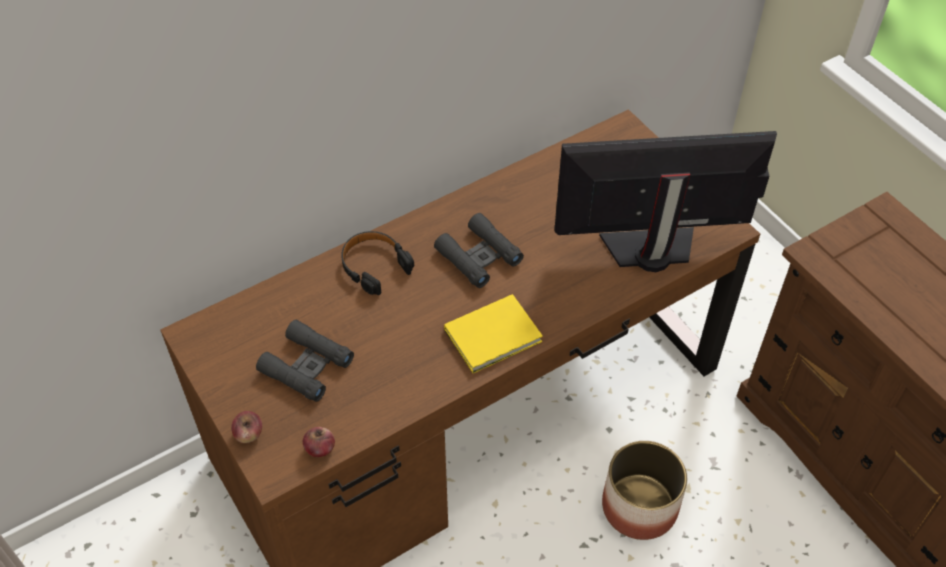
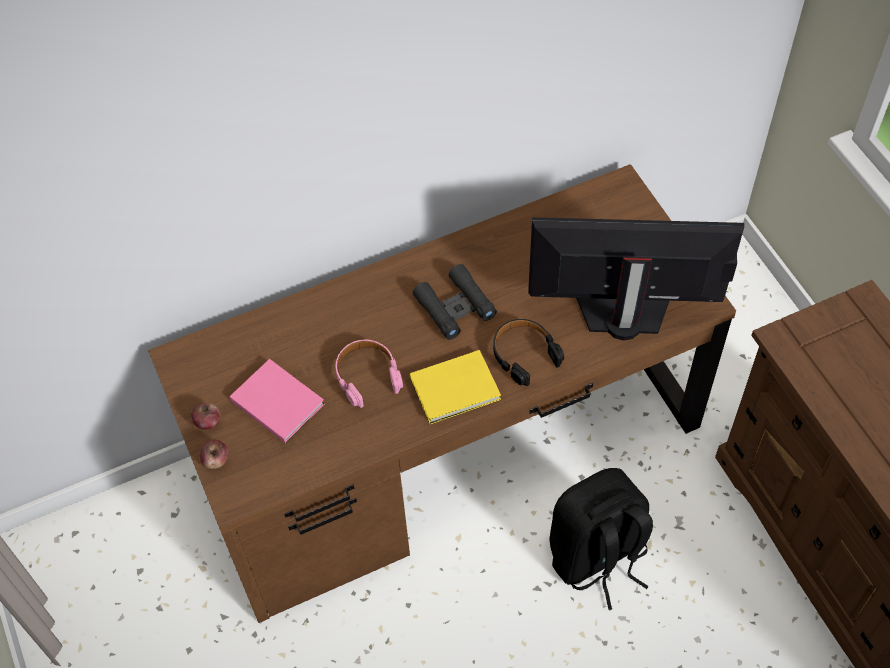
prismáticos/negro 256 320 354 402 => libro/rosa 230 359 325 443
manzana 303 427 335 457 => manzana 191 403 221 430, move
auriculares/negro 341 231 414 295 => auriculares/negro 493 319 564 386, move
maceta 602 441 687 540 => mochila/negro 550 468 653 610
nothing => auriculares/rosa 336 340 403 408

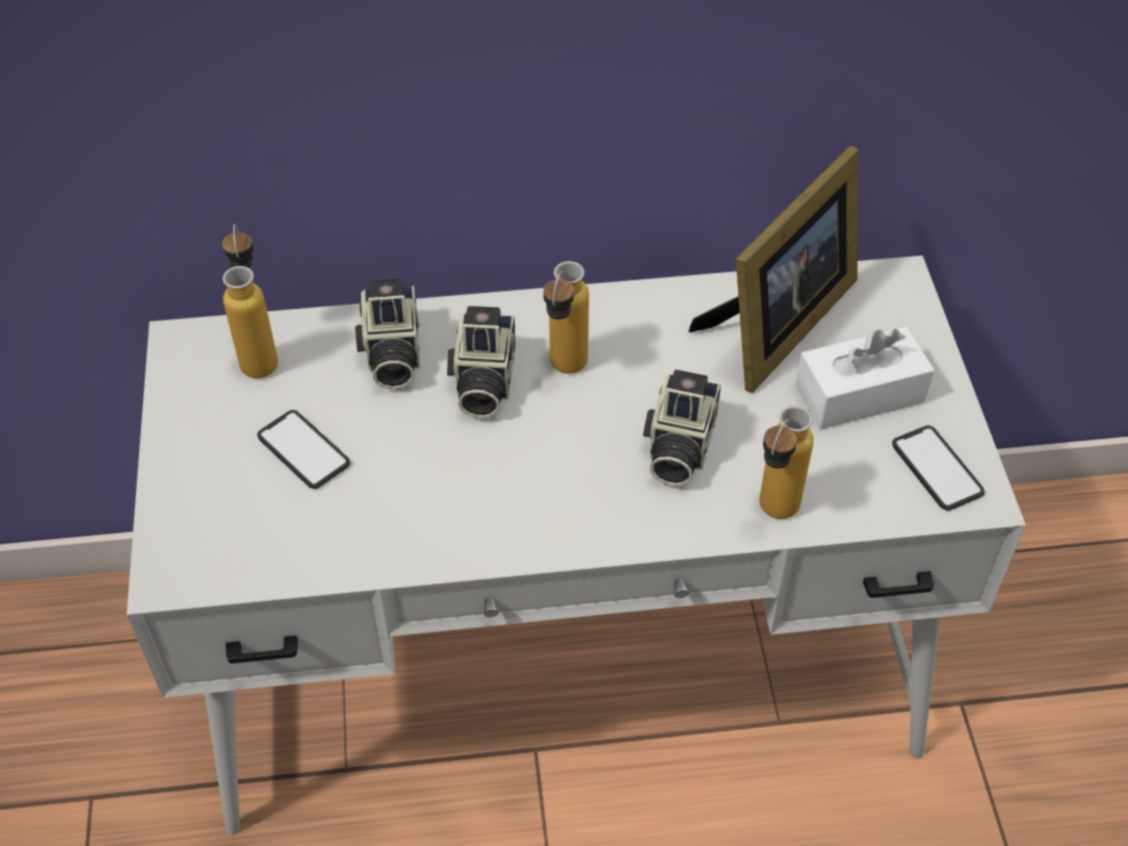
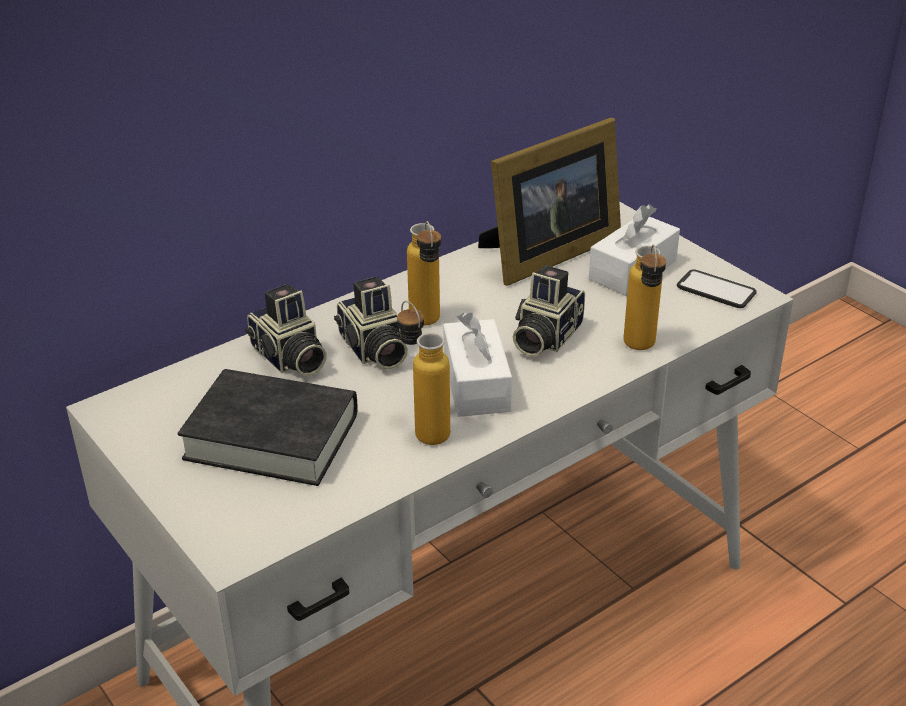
botella 222 224 278 378 => botella 397 301 450 445, move
móvil 257 410 350 489 => libro/negro 178 369 358 486
cámara 643 370 721 486 => cámara 513 265 585 356, 45 degrees clockwise
portarretratos 689 146 858 393 => portarretratos 478 118 621 286, 45 degrees clockwise
nothing => caja de pañuelos/blanco 443 312 512 417

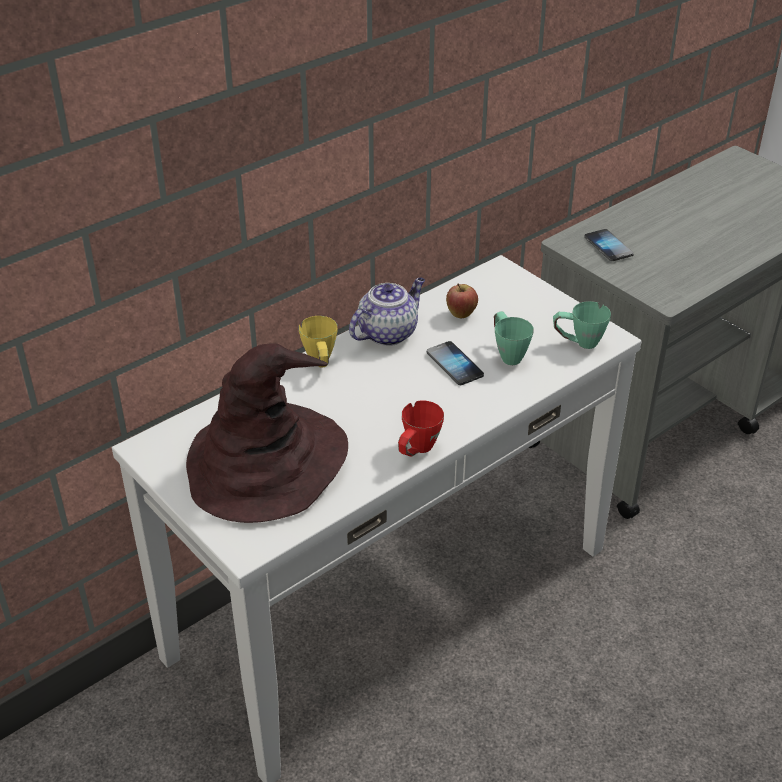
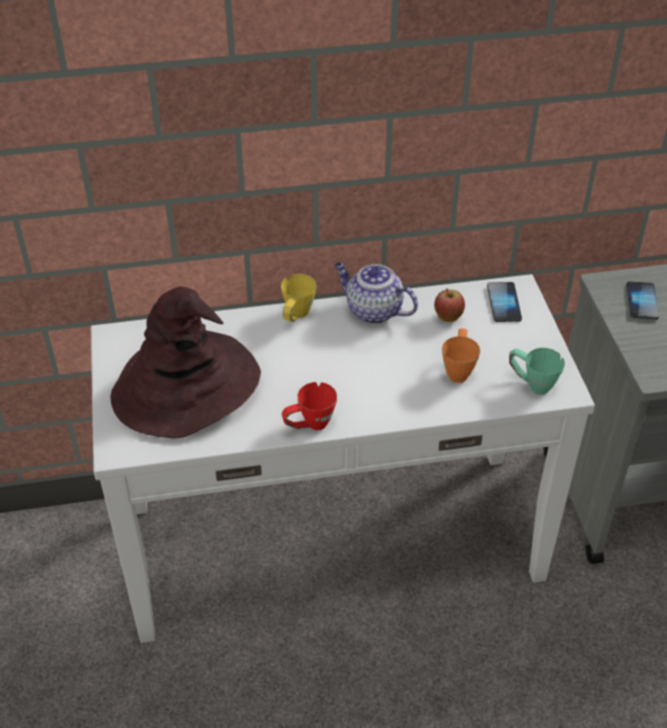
tetera 349 278 425 346 => tetera 334 263 418 324, 135 degrees counterclockwise
móvil 427 341 484 385 => móvil 487 282 522 322, move
taza grande/verde 494 311 534 365 => taza grande/naranja 442 329 480 383

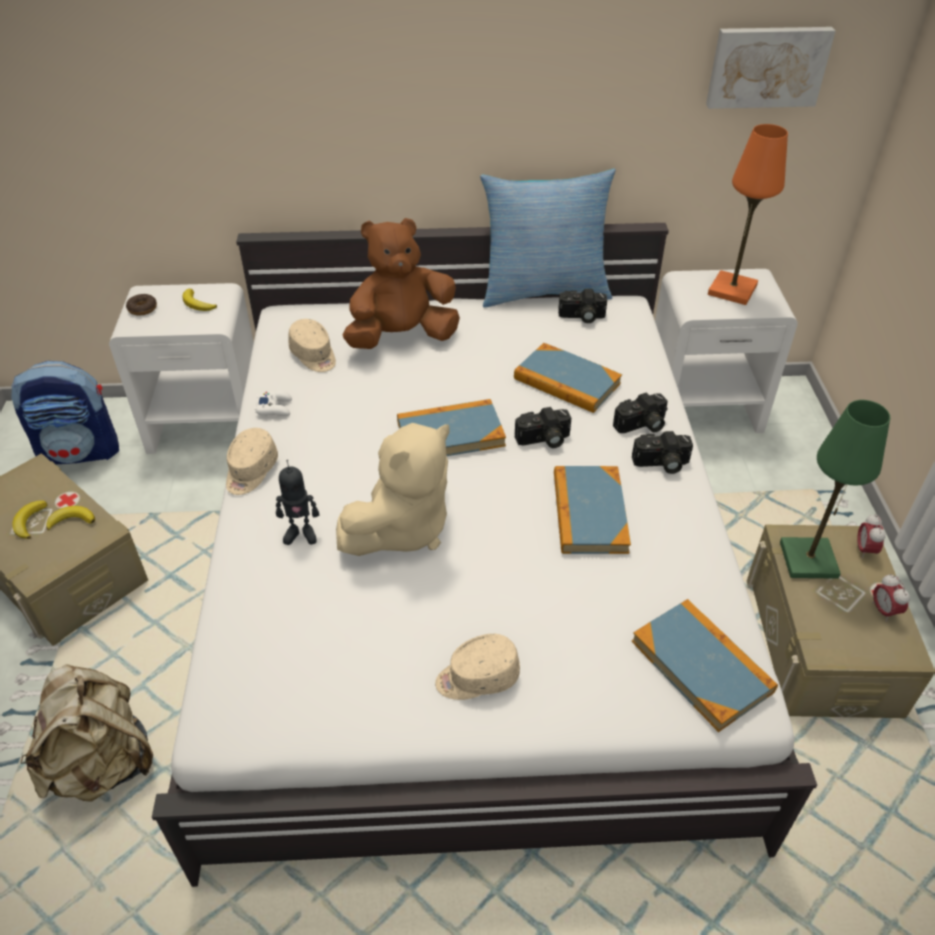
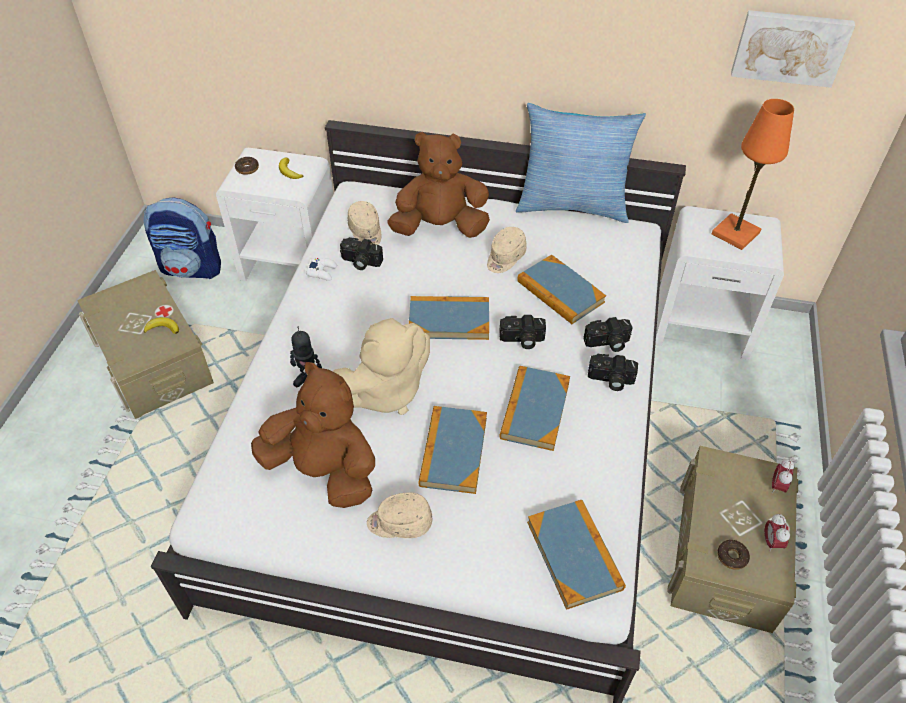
plátano 13 500 47 539 => nothing
mochila/beis 20 664 153 802 => nothing
gorra/beis 226 428 278 495 => gorra/beis 487 227 527 273, move
cámara 558 289 607 323 => cámara 340 237 383 270, move
lámpara de mesa/verde 780 400 890 579 => nothing
nothing => peluche/marrón 251 362 375 508
nothing => libro 418 406 487 494
nothing => rosquilla 718 540 750 570

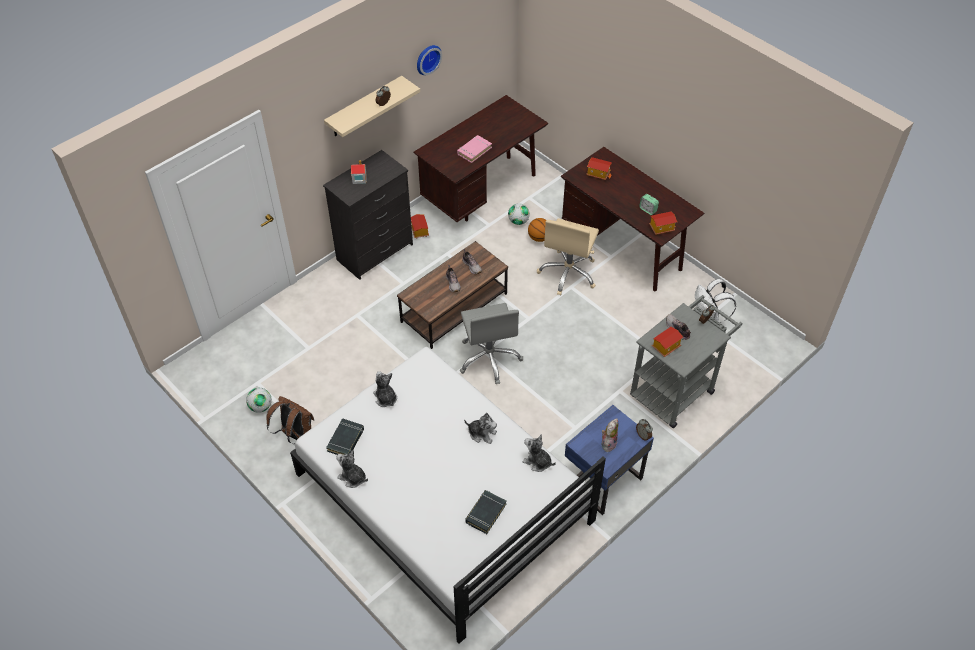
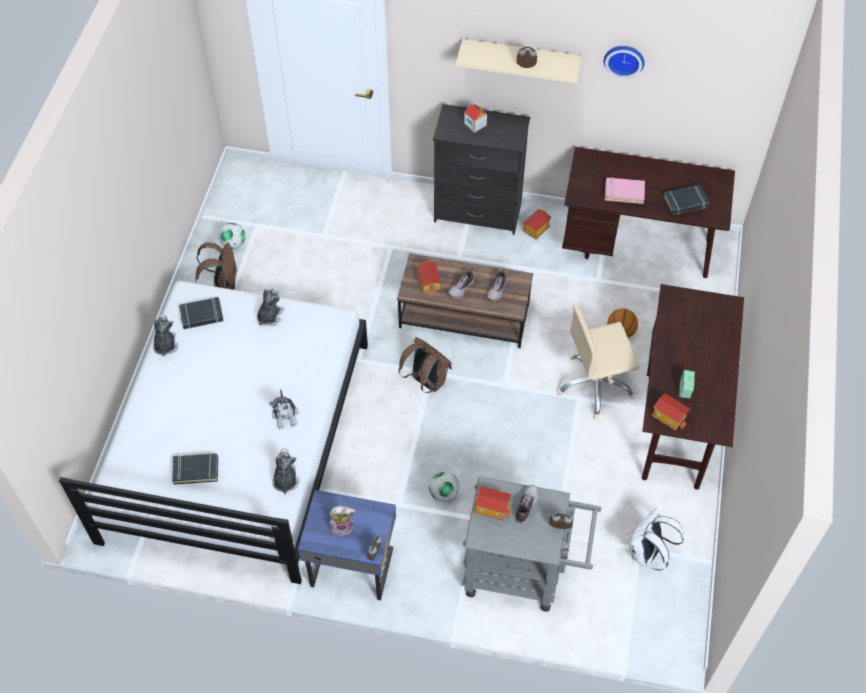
silla de oficina/gris 459 303 523 384 => mochila/marrón 399 337 452 393
balón de fútbol 508 203 530 225 => balón de fútbol 429 472 459 502, move
casita 586 157 612 180 => casita 417 262 441 296, move
nothing => libro/negro 663 185 709 215

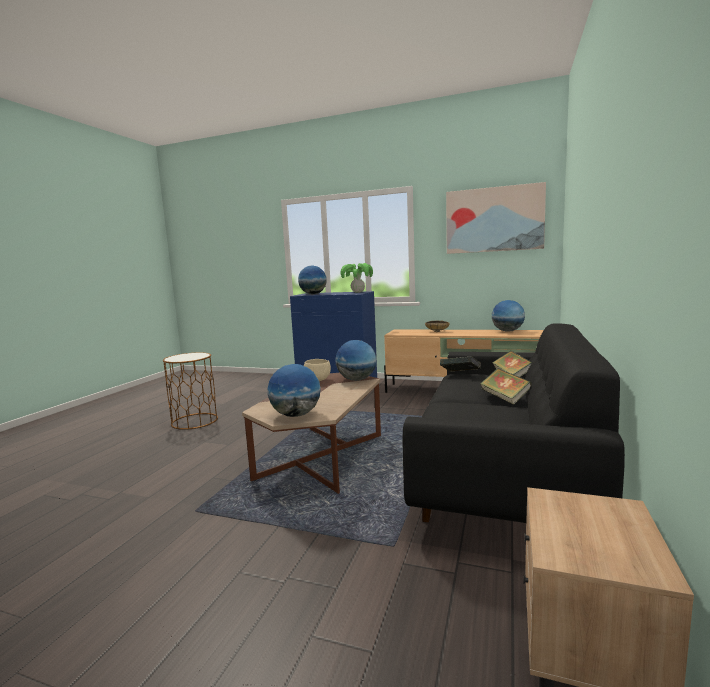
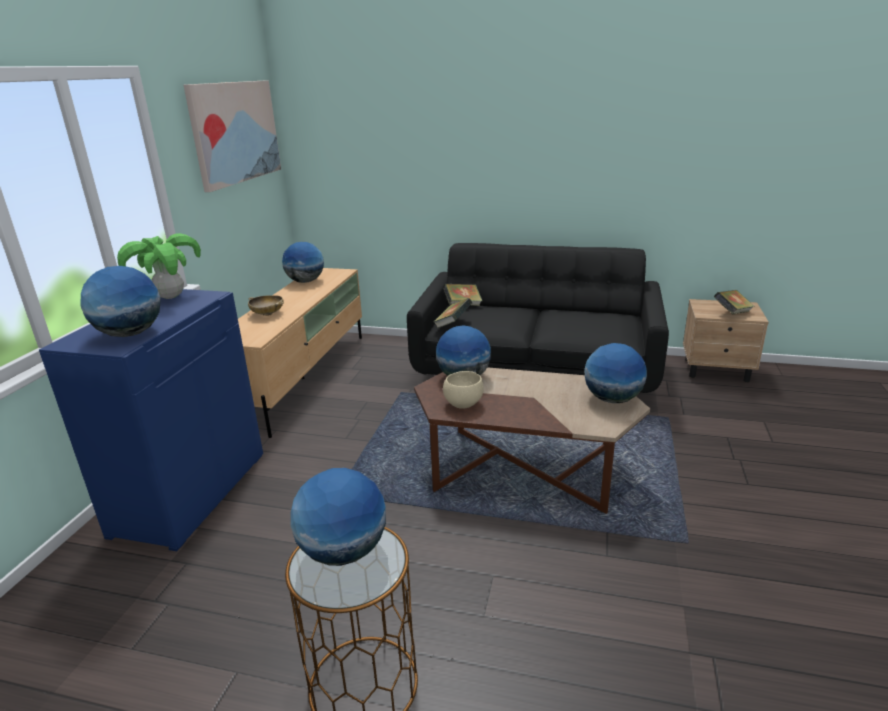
libro 480 368 532 405 => libro 714 290 755 314, move
nothing => globo terráqueo 290 468 386 566

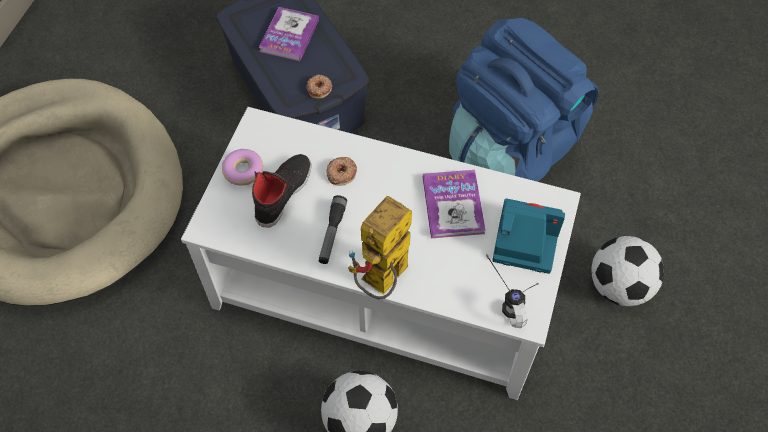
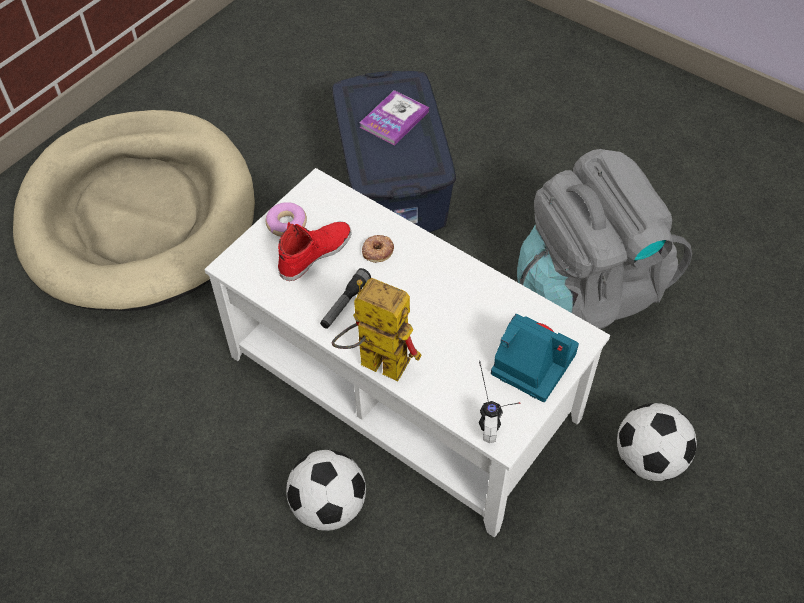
zapato/negro 252 154 311 228 => zapato/rojo 278 221 352 281
rosquilla 307 75 332 99 => nothing
robot de juguete 348 196 412 299 => robot de juguete 332 278 421 382, 60 degrees clockwise
libro 423 170 486 238 => nothing
mochila/azul 449 18 599 182 => mochila/gris 517 149 692 329

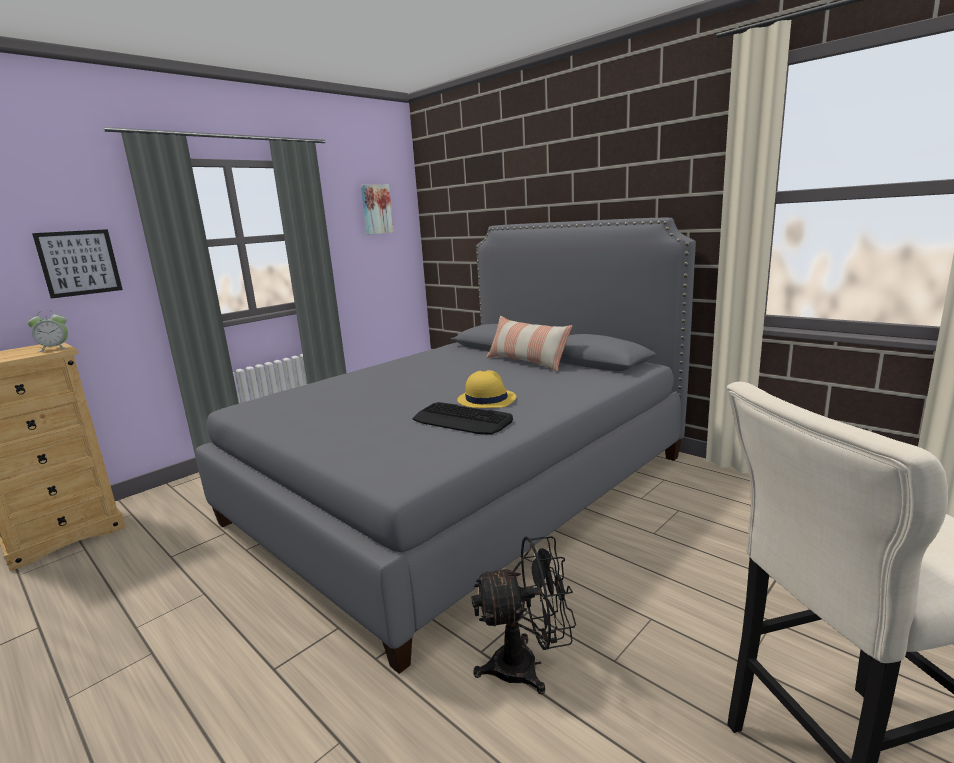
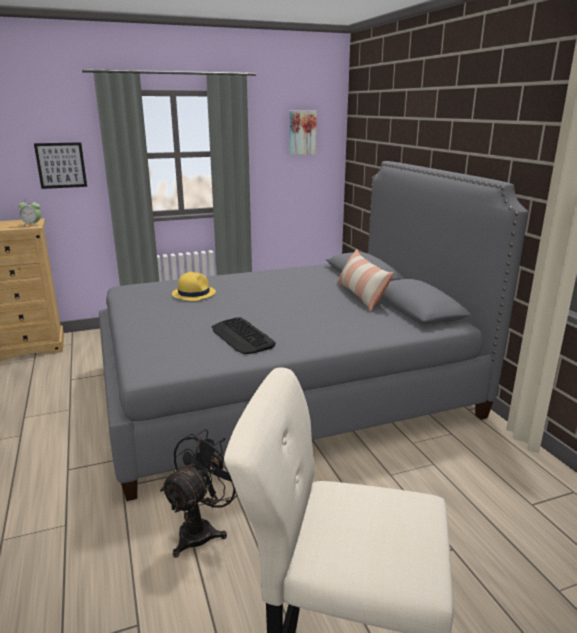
sombrero/amarillo 457 370 516 408 => sombrero/amarillo 172 272 216 301, move
ventilador/negro 471 536 576 694 => ventilador/negro 160 429 237 558, 75 degrees counterclockwise

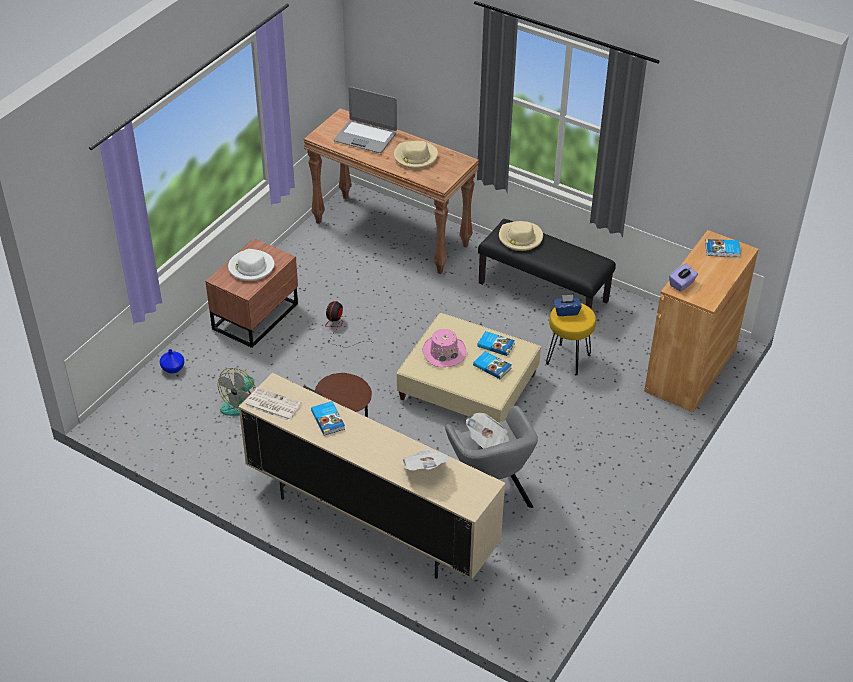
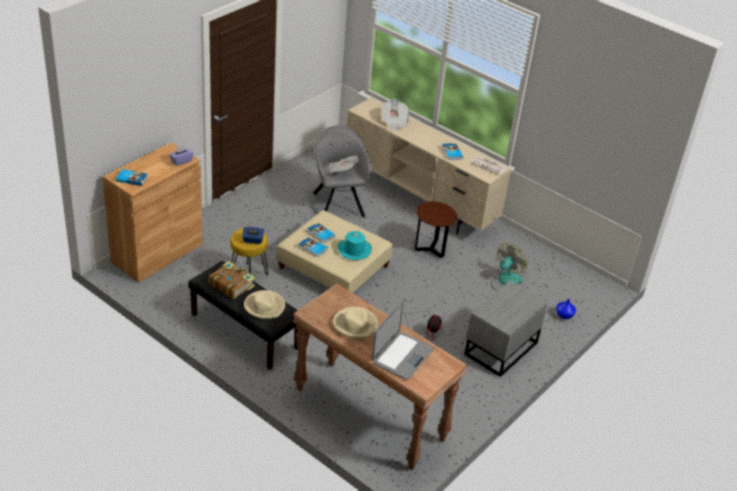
mesita de noche/marrón 205 239 298 348 => mesita de noche/gris 464 281 548 377
sombrero/blanco 228 249 274 281 => nothing
portátil 334 87 397 153 => portátil 372 301 434 380, 90 degrees clockwise
sombrero/rosa 422 329 466 367 => sombrero/turquesa 338 231 372 260
nothing => libro 209 261 255 299

